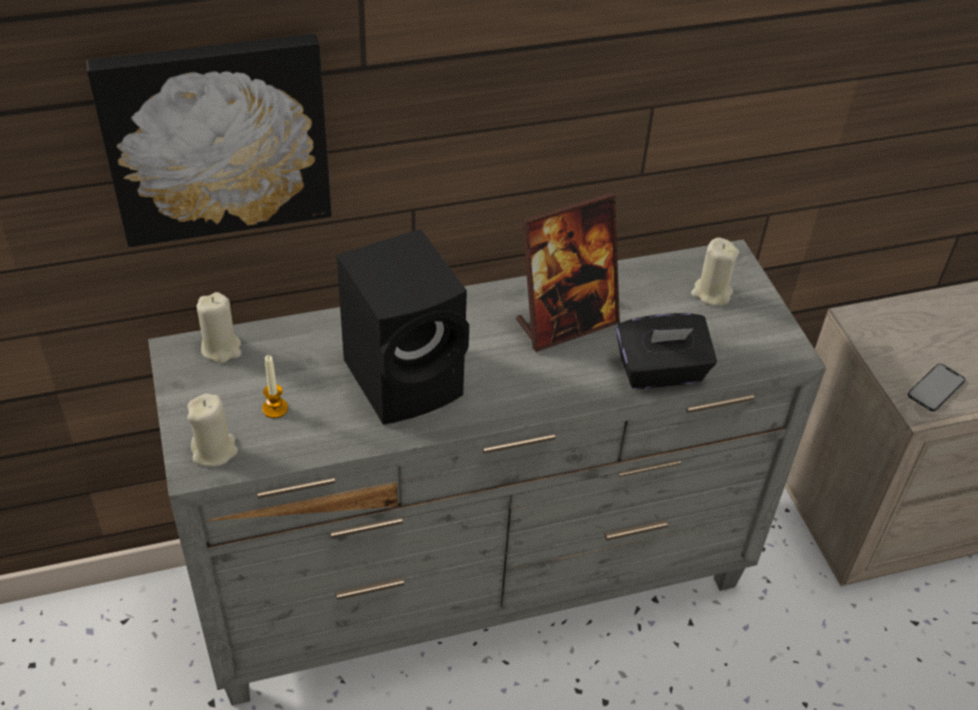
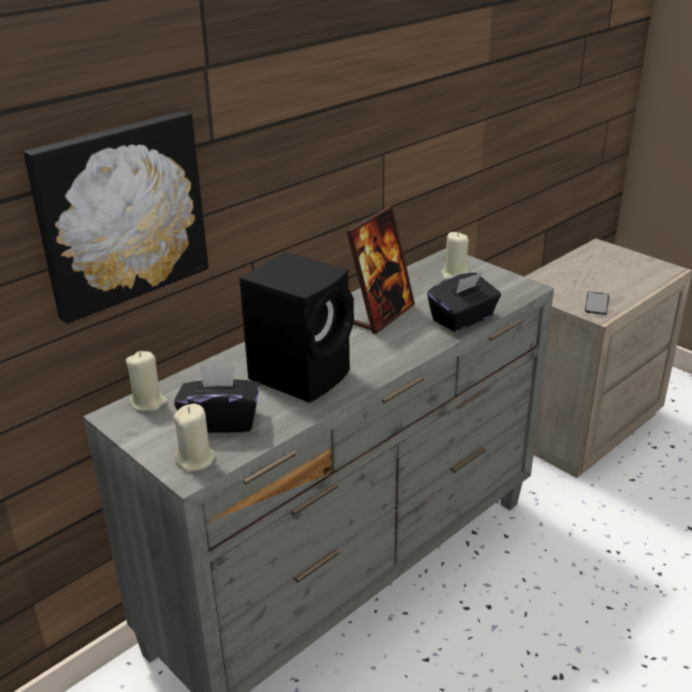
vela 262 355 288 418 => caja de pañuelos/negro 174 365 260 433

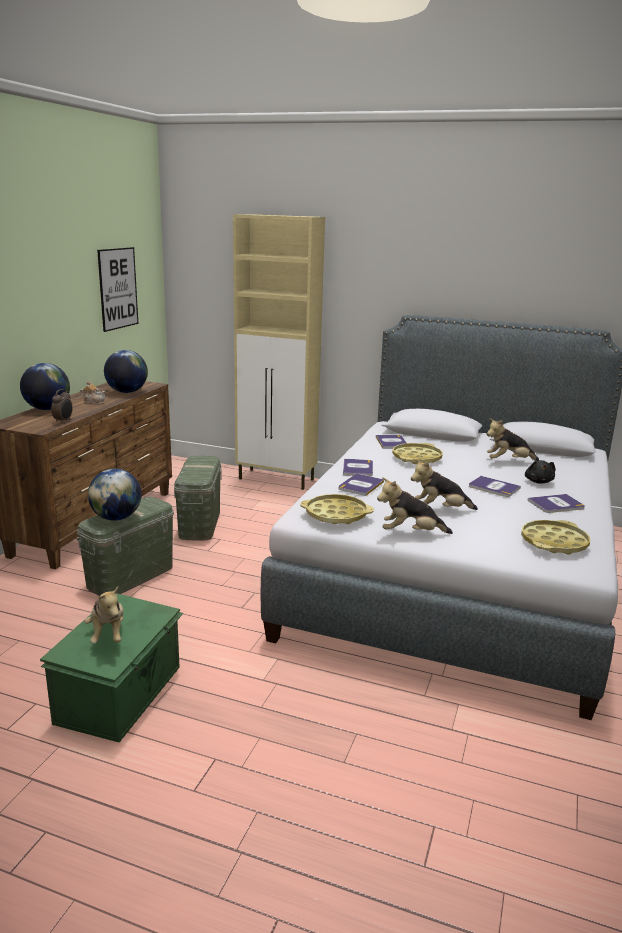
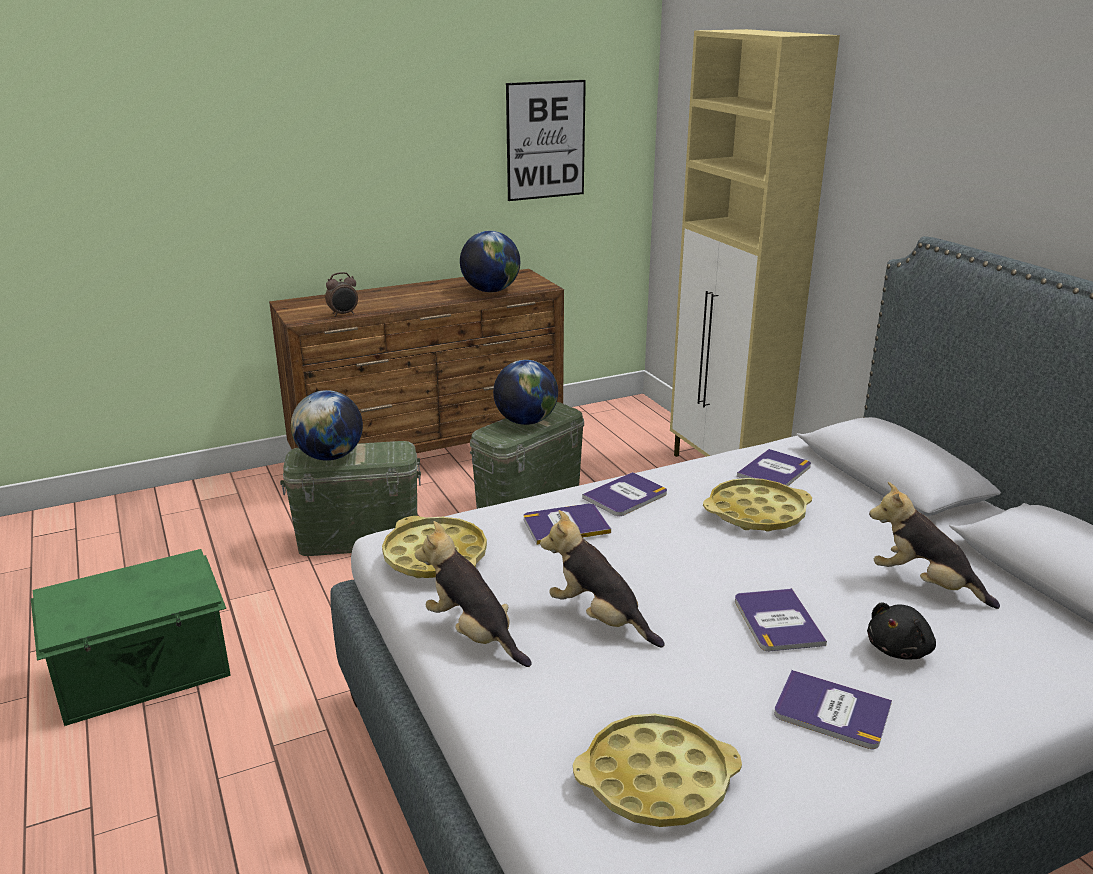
globo terráqueo 20 363 70 410 => globo terráqueo 493 360 558 425, move
tetera 80 381 106 405 => nothing
peluche 84 586 124 644 => nothing

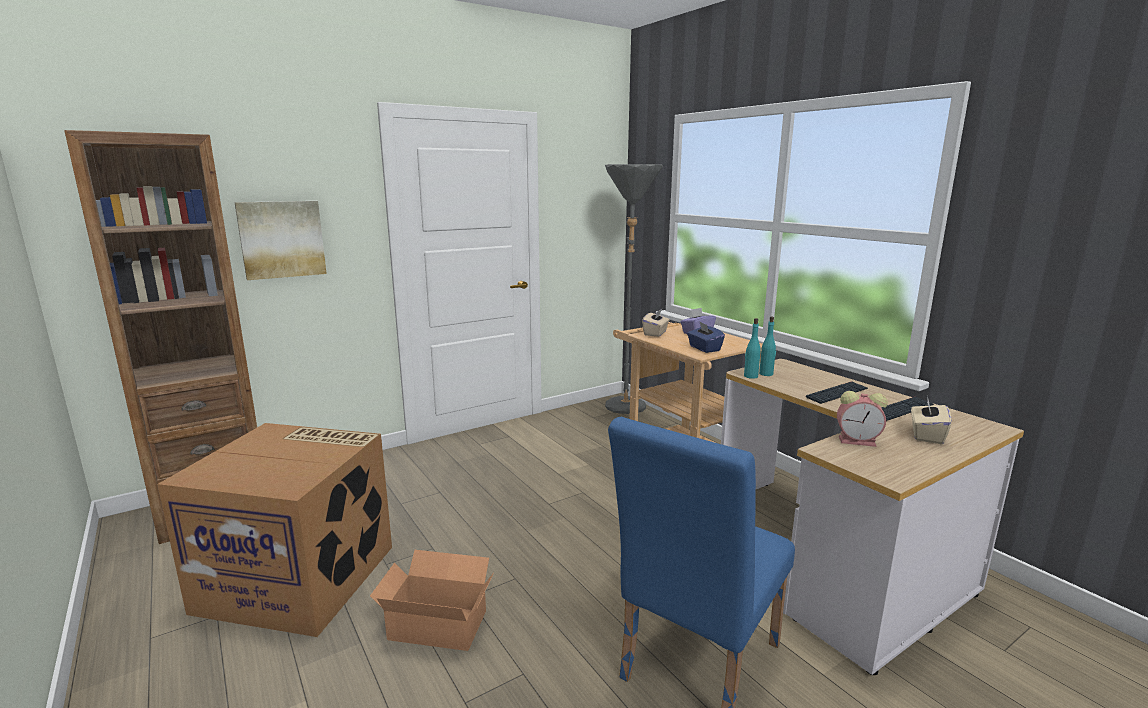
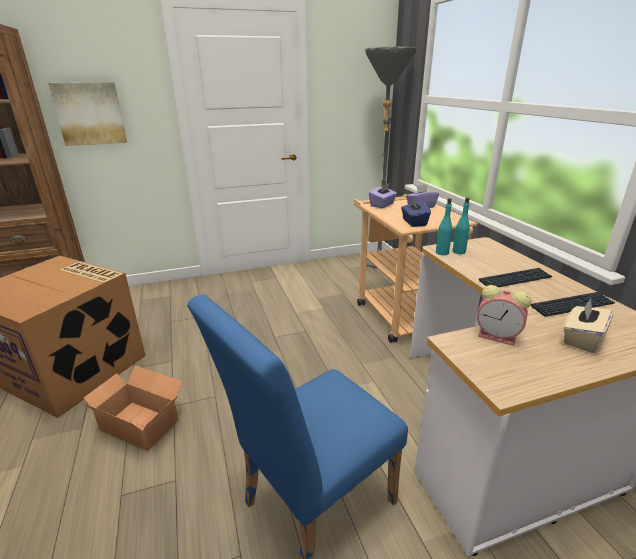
caja de pañuelos/beis 642 309 670 337 => caja de pañuelos/morado 369 183 397 208

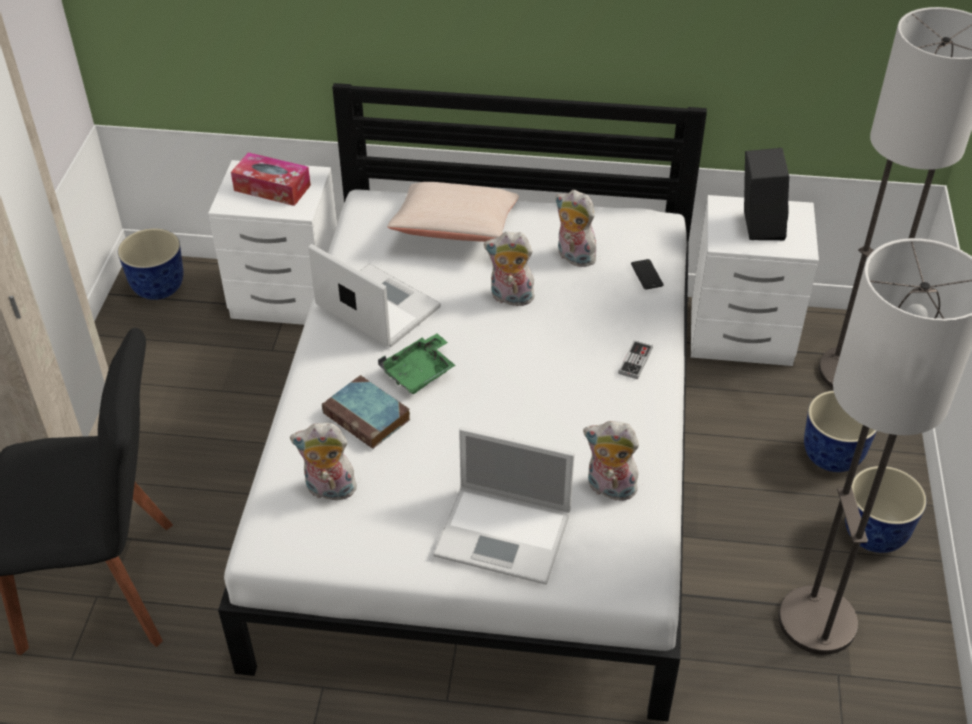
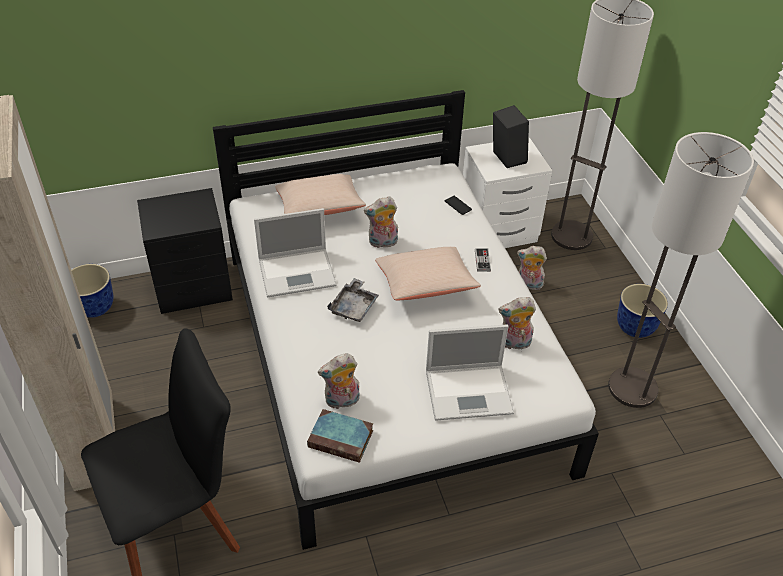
mesita de noche/blanco 208 160 337 325 => mesita de noche/negro 137 188 233 314
caja de pañuelos 231 152 311 206 => nothing
portátil 308 244 441 347 => portátil 254 208 337 298, 150 degrees clockwise
libro 322 375 411 449 => libro 307 409 373 463, move
bandeja/verde 378 333 456 394 => bandeja/gris 327 278 379 322
peluche 555 190 598 267 => peluche 517 246 547 290, move
maceta 804 391 877 472 => nothing
nothing => cojín/beis 375 247 481 300

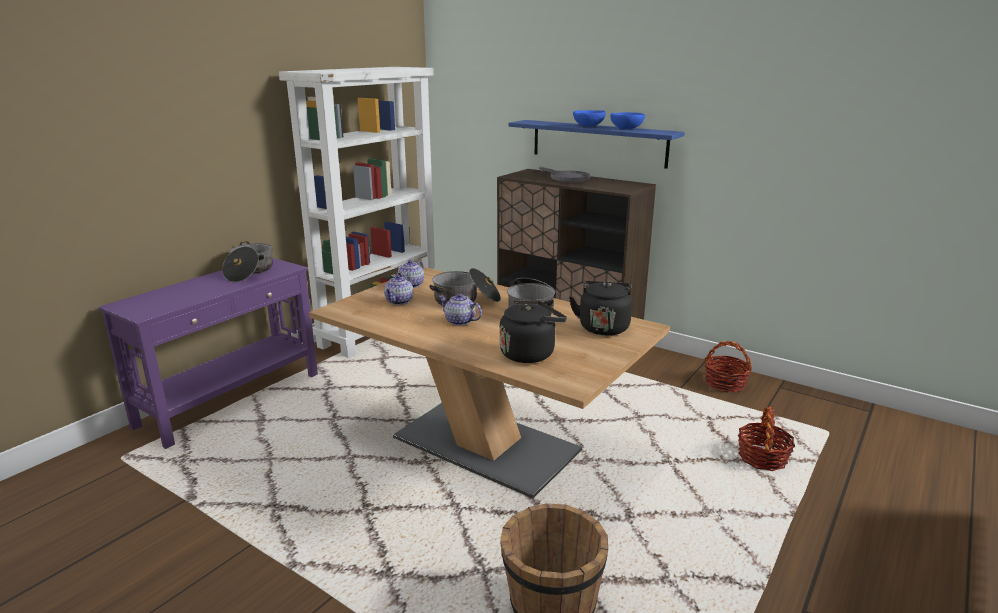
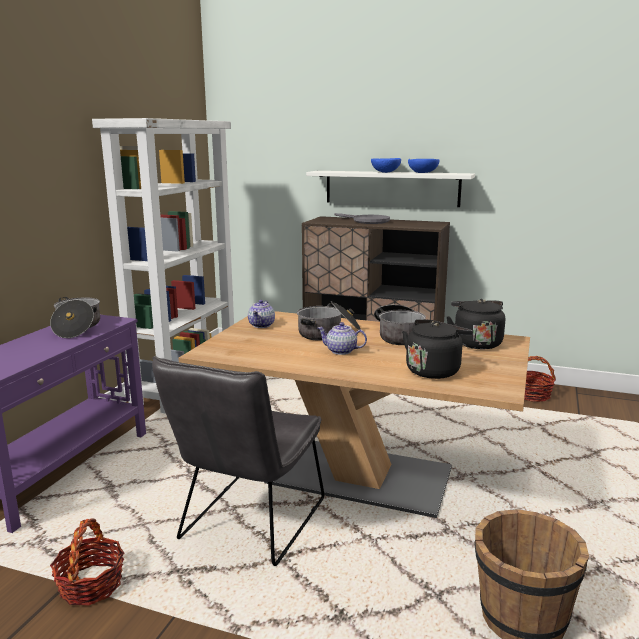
tetera 384 275 413 305 => nothing
estante/azul 508 120 685 169 => estante/blanco 306 171 475 207
cesta 738 407 795 471 => cesta 50 518 124 605, move
nothing => silla/gris 152 356 324 566

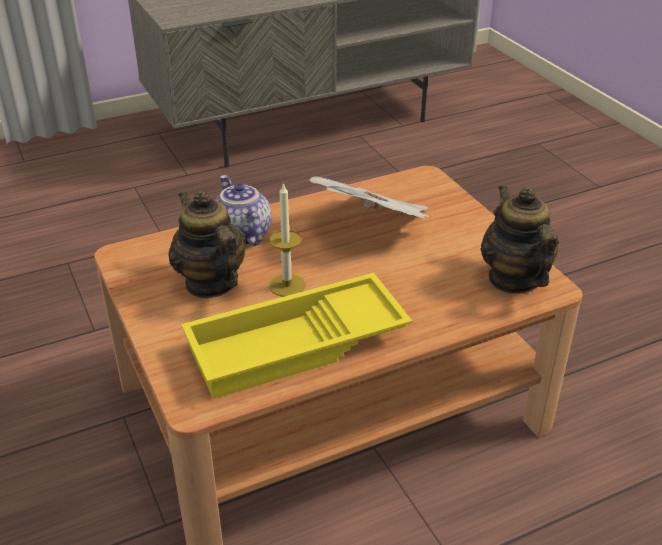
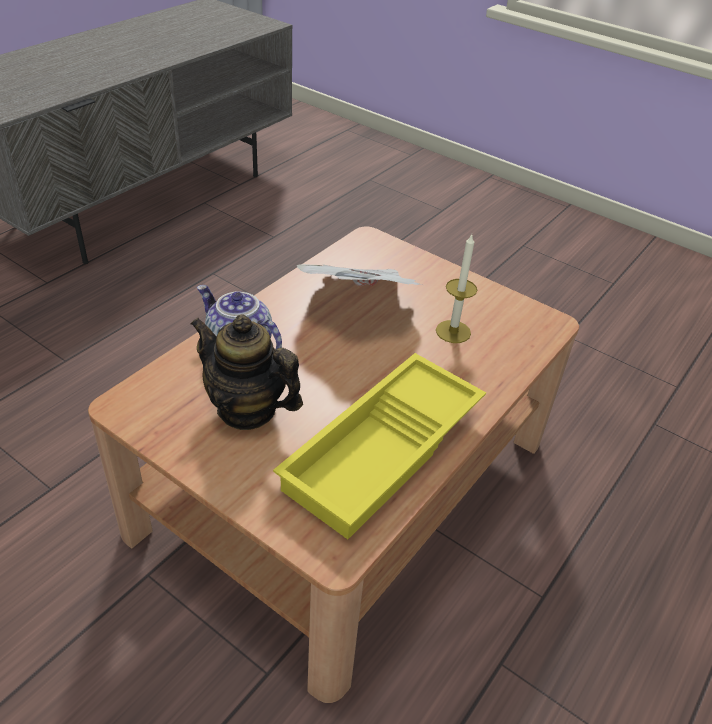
vela 269 182 305 297 => vela 436 234 477 343, move
tetera 481 185 559 294 => nothing

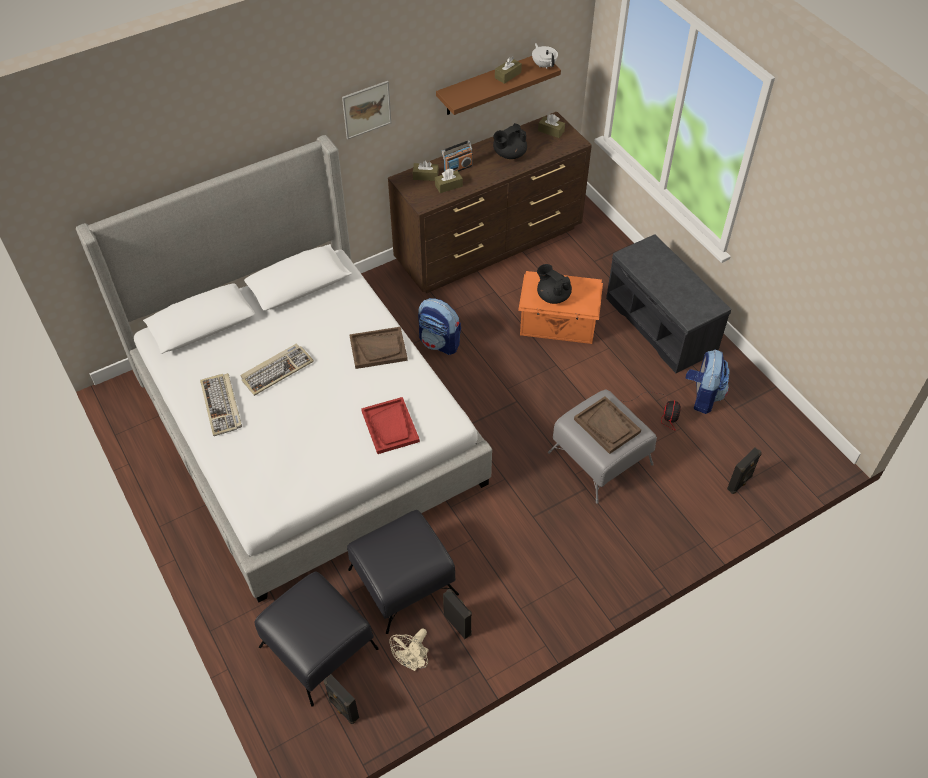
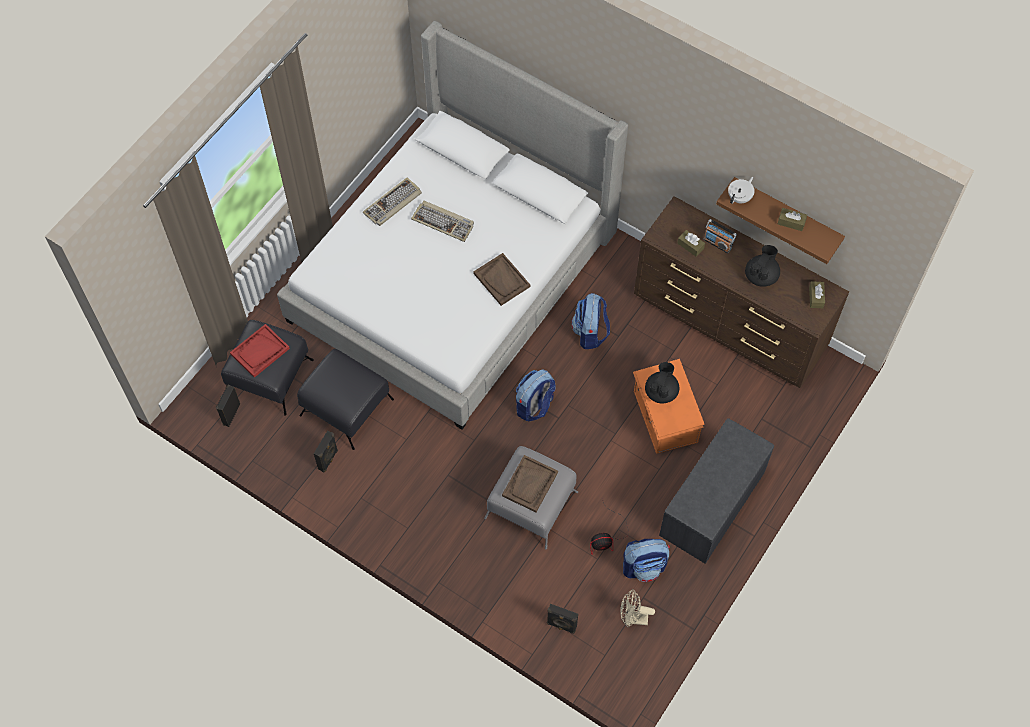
cuadro 342 81 391 139 => nothing
bandeja/rojo 361 397 420 454 => bandeja/rojo 230 324 290 378, move
ventilador/beis 389 628 429 671 => ventilador/beis 620 589 655 627, move
caja de pañuelos/marrón 413 160 439 181 => nothing
tetera/negro 493 123 527 159 => tetera/negro 745 245 780 287, 90 degrees clockwise
tetera/blanco 532 43 558 69 => tetera/blanco 728 177 755 204, move
nothing => mochila 516 370 556 422

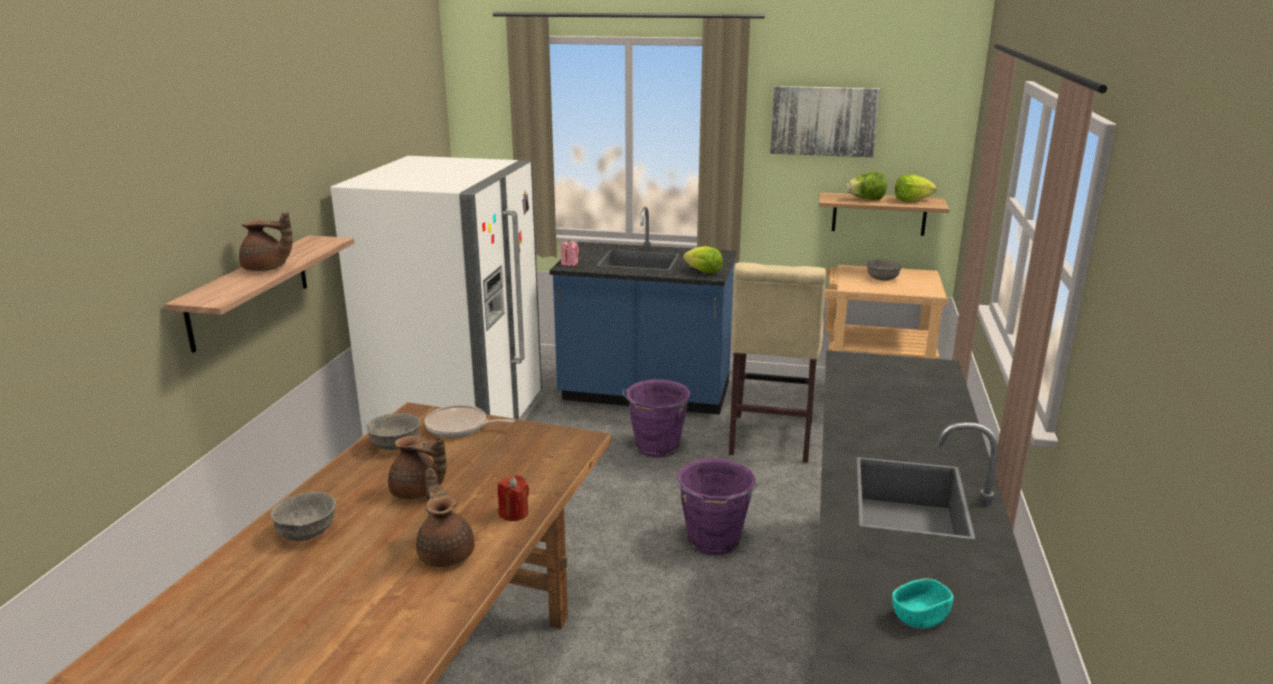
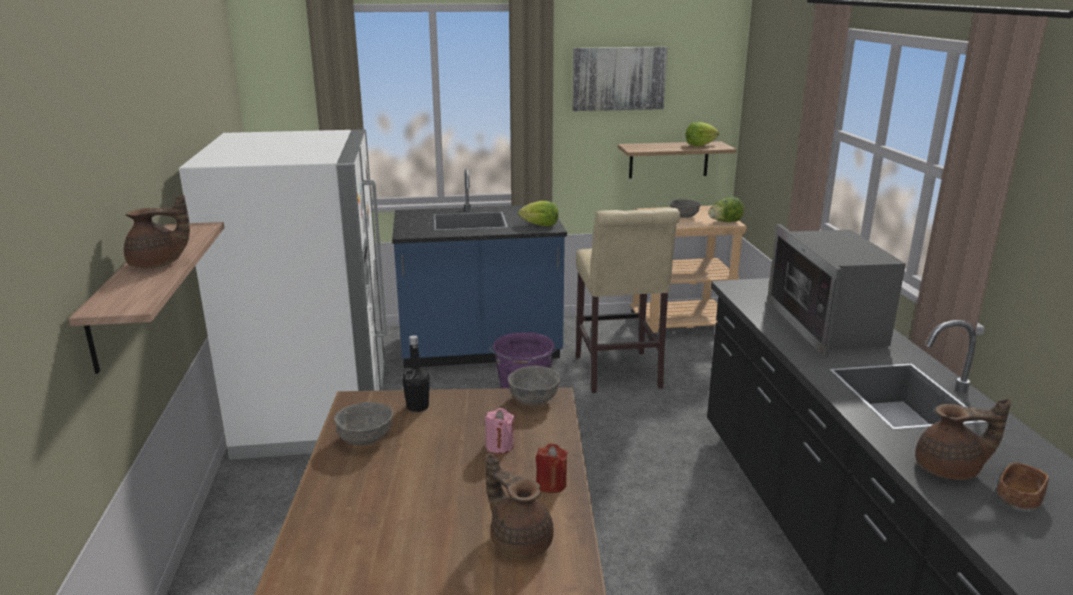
cuenco/gris 270 492 336 541 => cuenco/gris 508 366 560 406, move
tetera/marrón 388 436 446 500 => tetera/marrón 915 399 1011 480, move
sartén 424 405 514 437 => botella/negro 402 335 430 412
vela/rosa 561 240 579 266 => vela/rosa 485 408 514 454, move
cubo/morado 673 458 758 555 => nothing
lechuga 846 172 887 200 => lechuga 708 197 744 222, move
cuenco/turquesa 892 578 954 628 => cuenco/marrón 997 462 1049 509
nothing => microondas 767 224 906 357

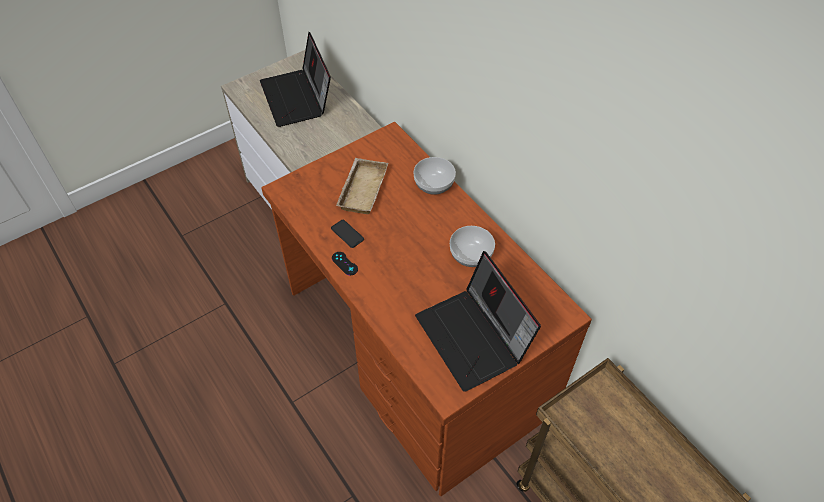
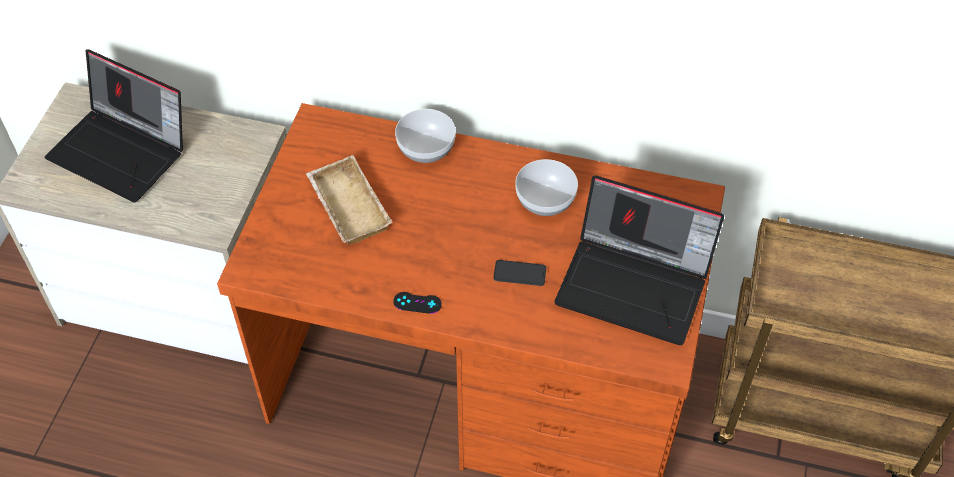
móvil 331 220 364 248 => móvil 493 260 546 286, move

